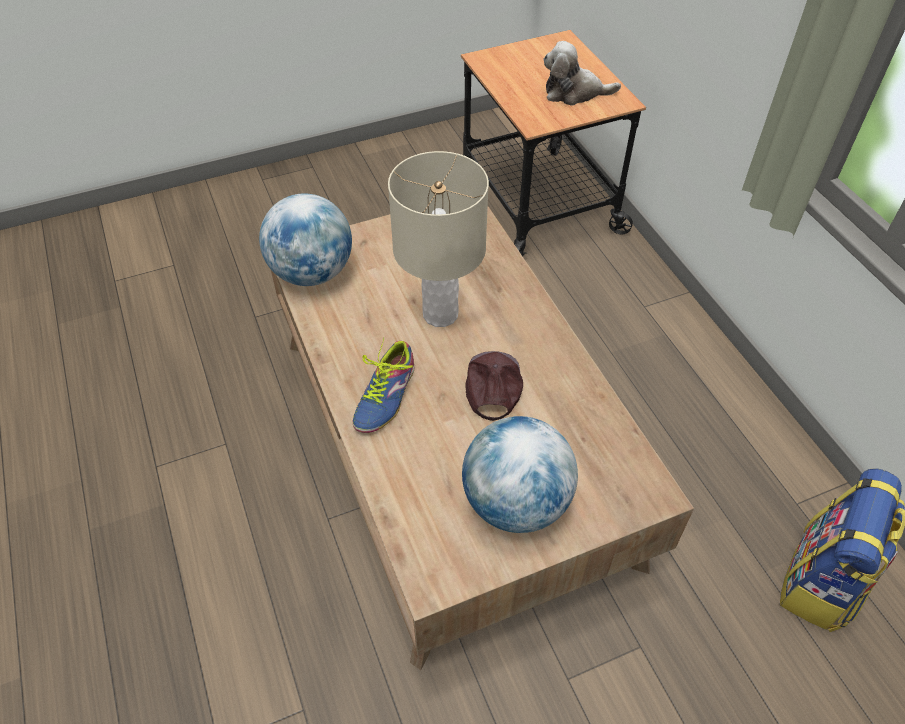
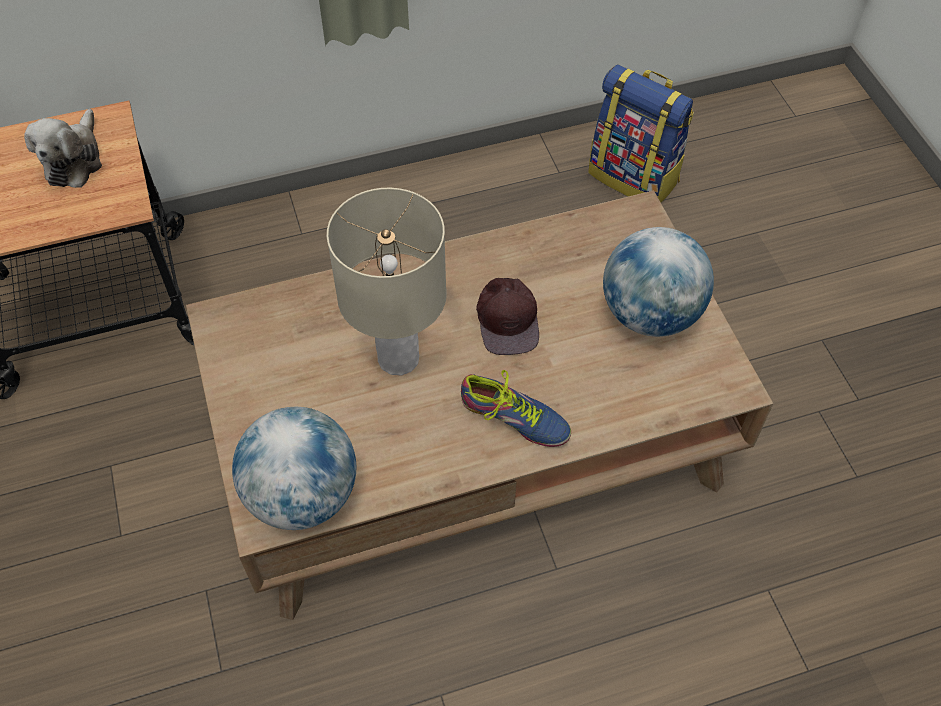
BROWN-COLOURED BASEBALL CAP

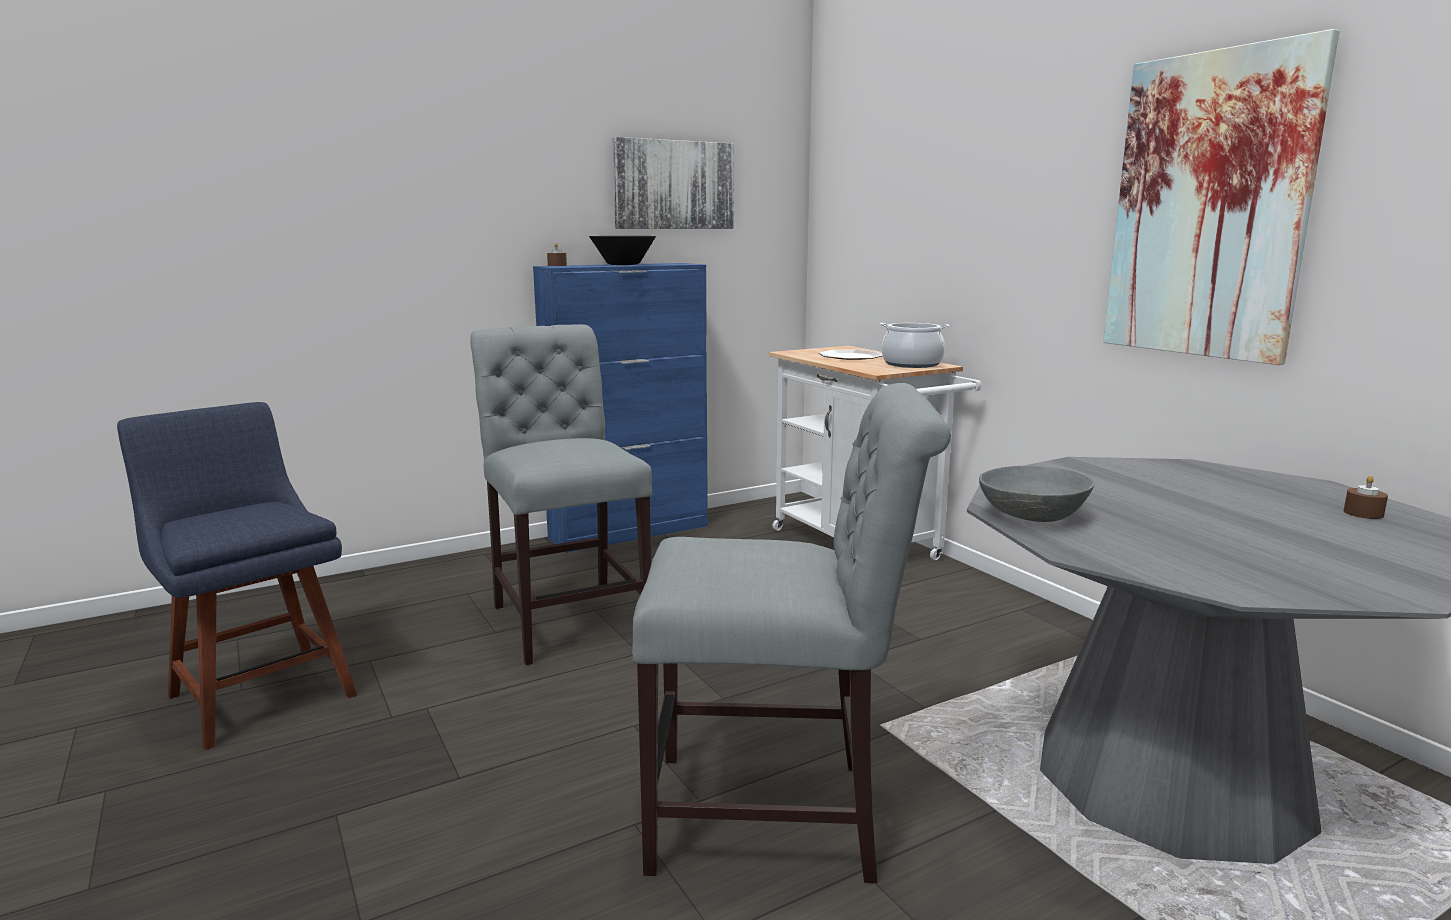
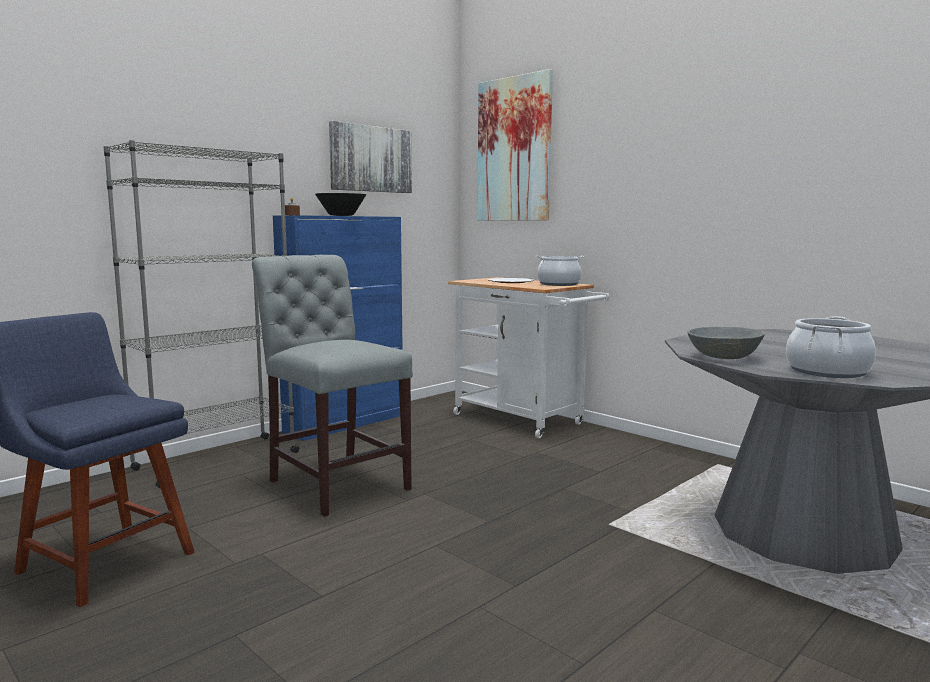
GREY UPRIGHT CHAIR (no. 2 from left in the first image); BROWN-COLOURED WAX CANDLE (no. 2 from left in the first image); GREY BOOKSHELF; STOCKPOT (no. 2 from left); WALL ART (no. 2 from left)

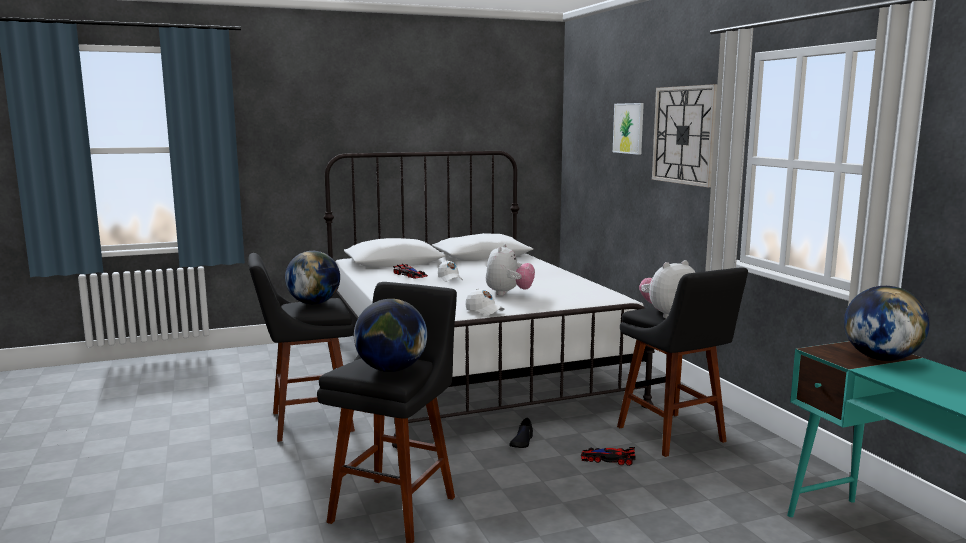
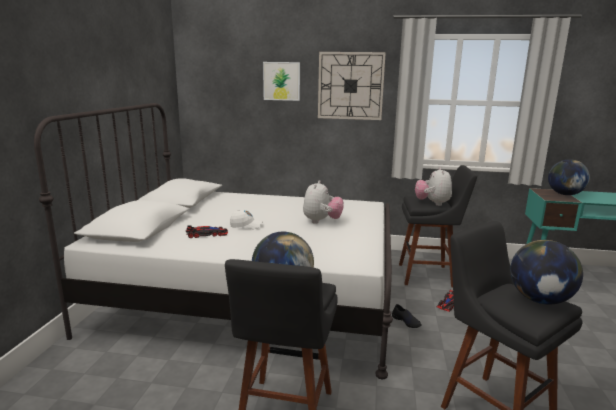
WHITE-COLOURED BASEBALL CAP (no. 2 from left in the first image); PLUSH TOY (no. 1 from left)

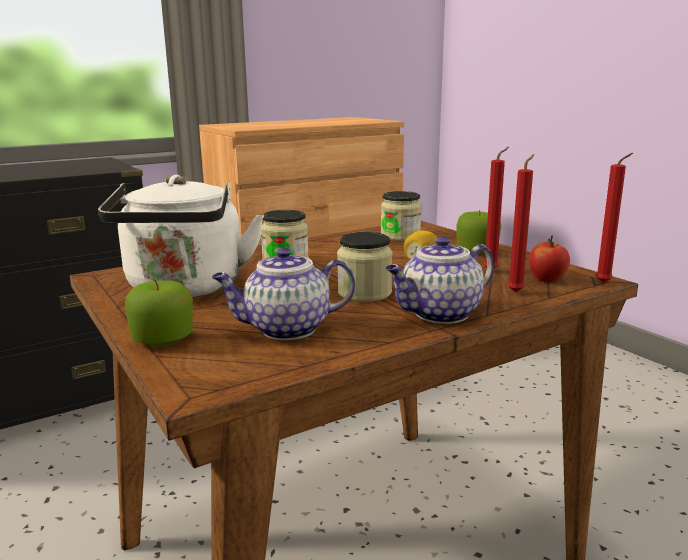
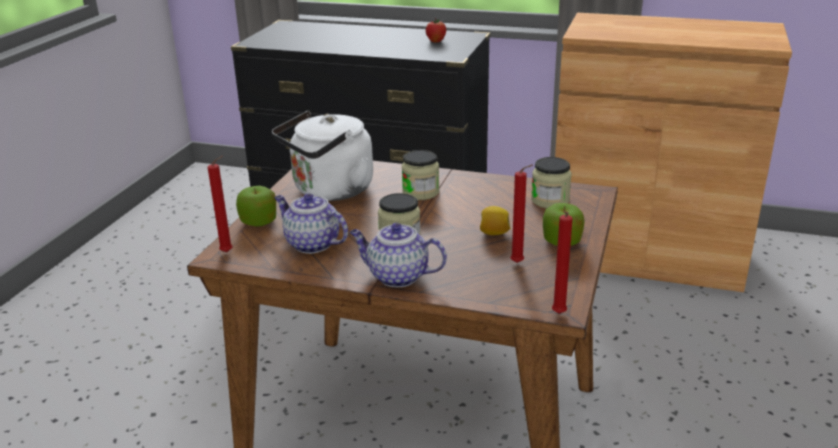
REDDISH WAX CANDLE (no. 1 from left); WHOLE APPLE (no. 2 from left)

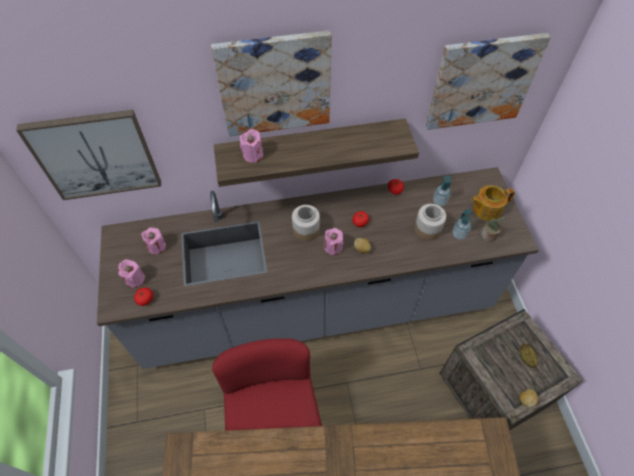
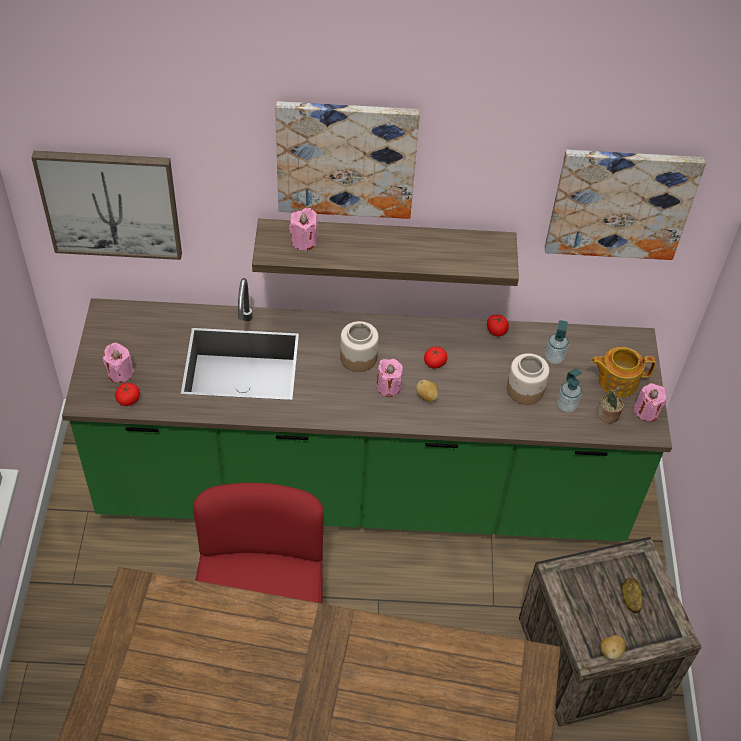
PINK-COLOURED WAX CANDLE (no. 4 from left); GREEN-COLOURED KITCHEN BASE UNIT

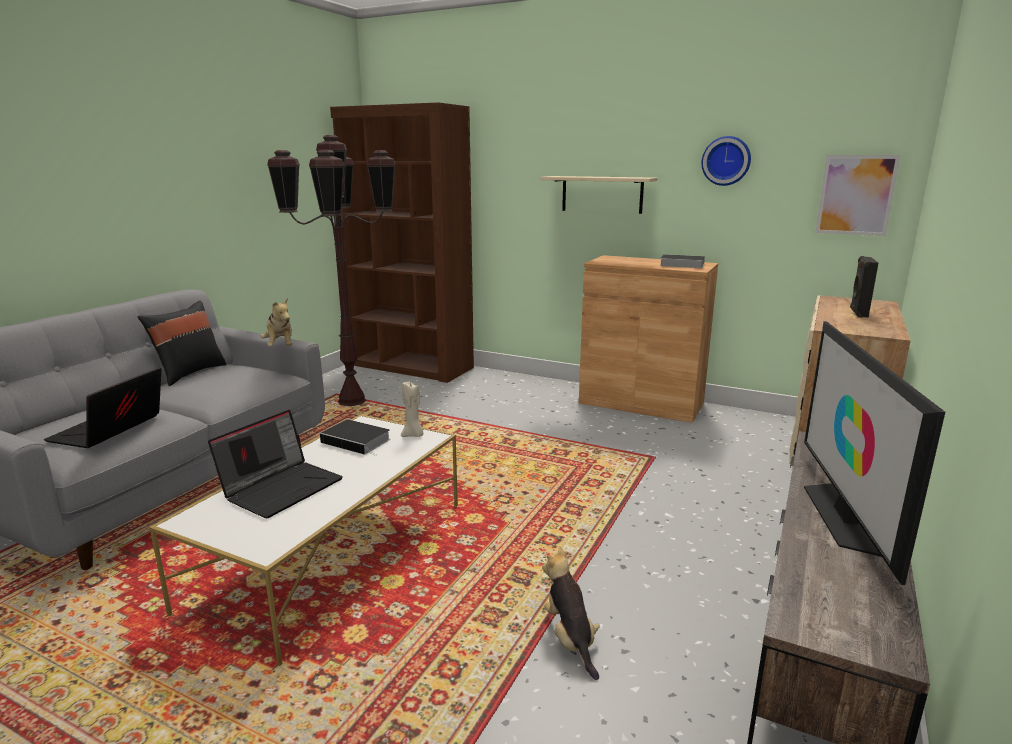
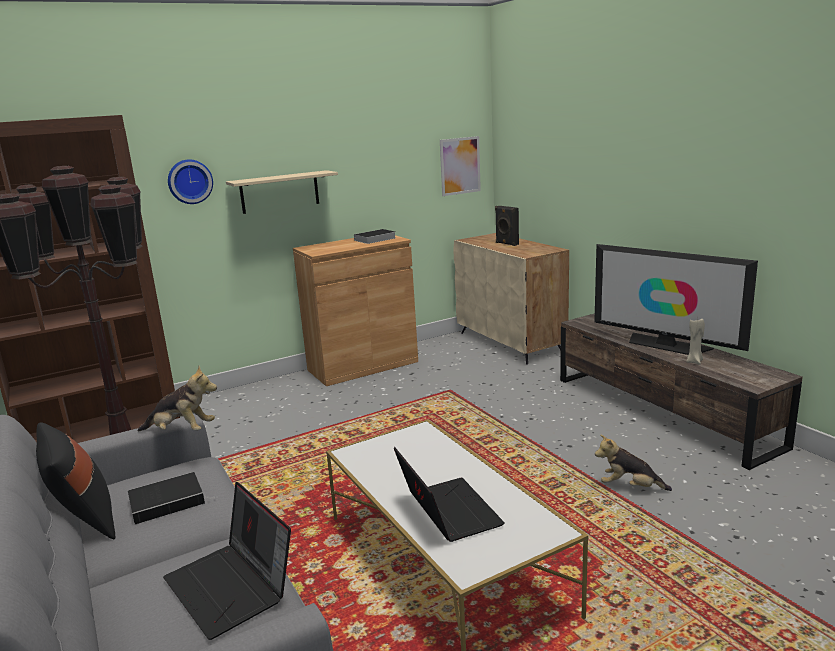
BOOK (no. 1 from left); SAND-COLOURED WAX CANDLE; CLOCK ON THE WALL

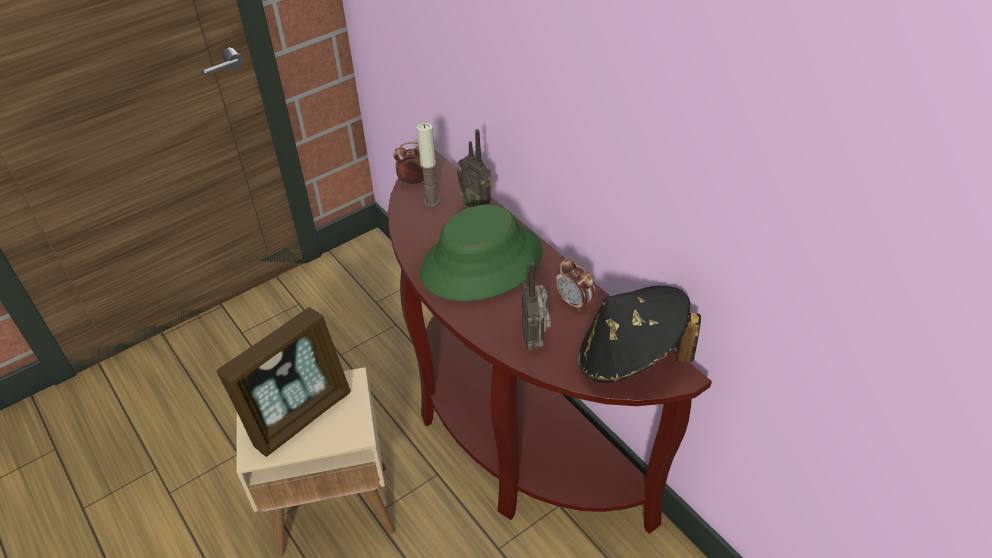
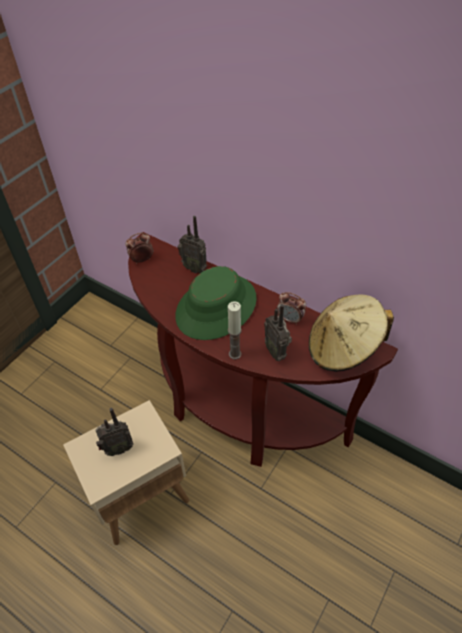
WAX CANDLE; RADIO (no. 1 from left); SAND-COLOURED WEARABLE HAT

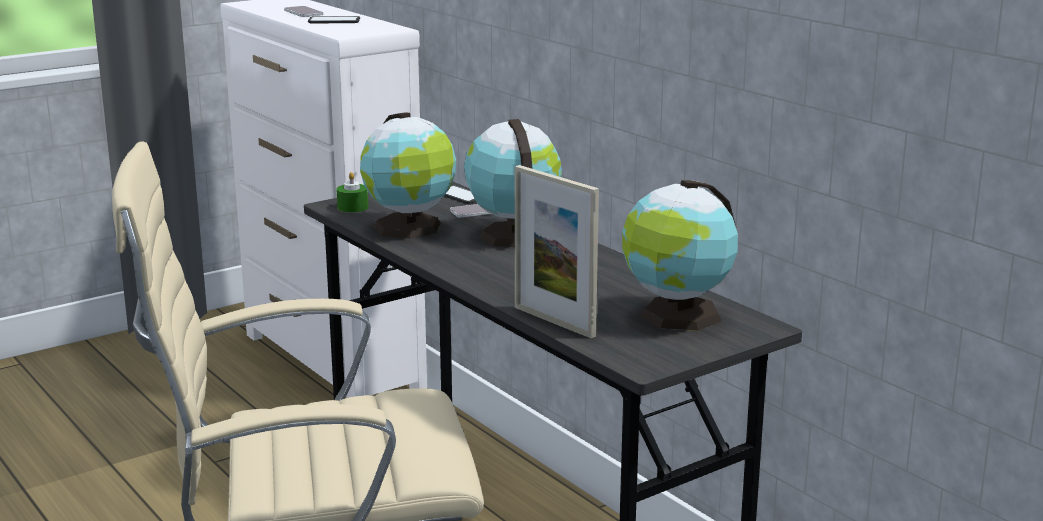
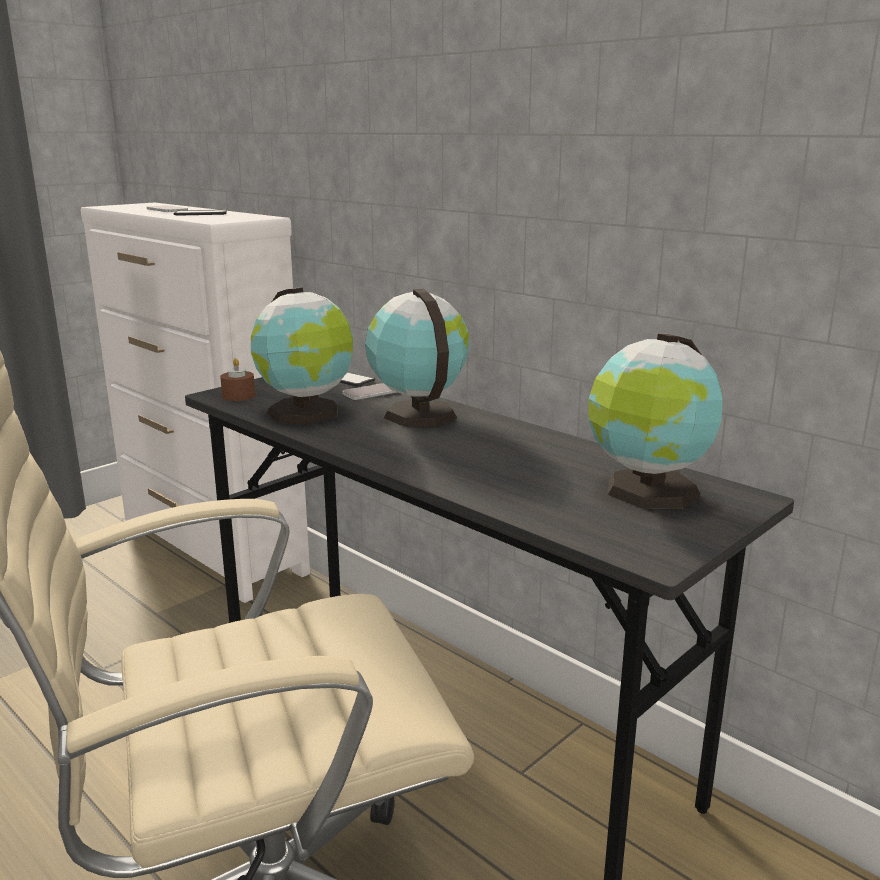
PICTURE FRAME; BROWN-COLOURED WAX CANDLE

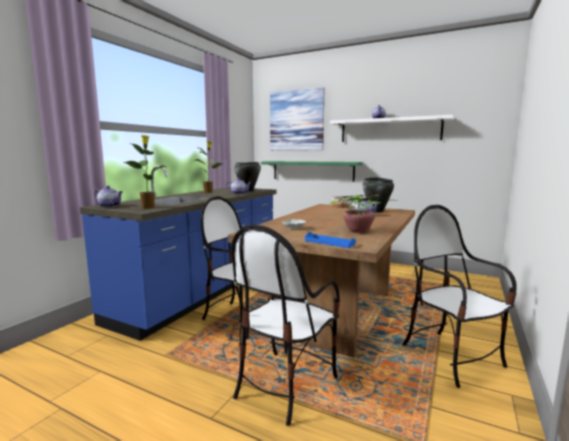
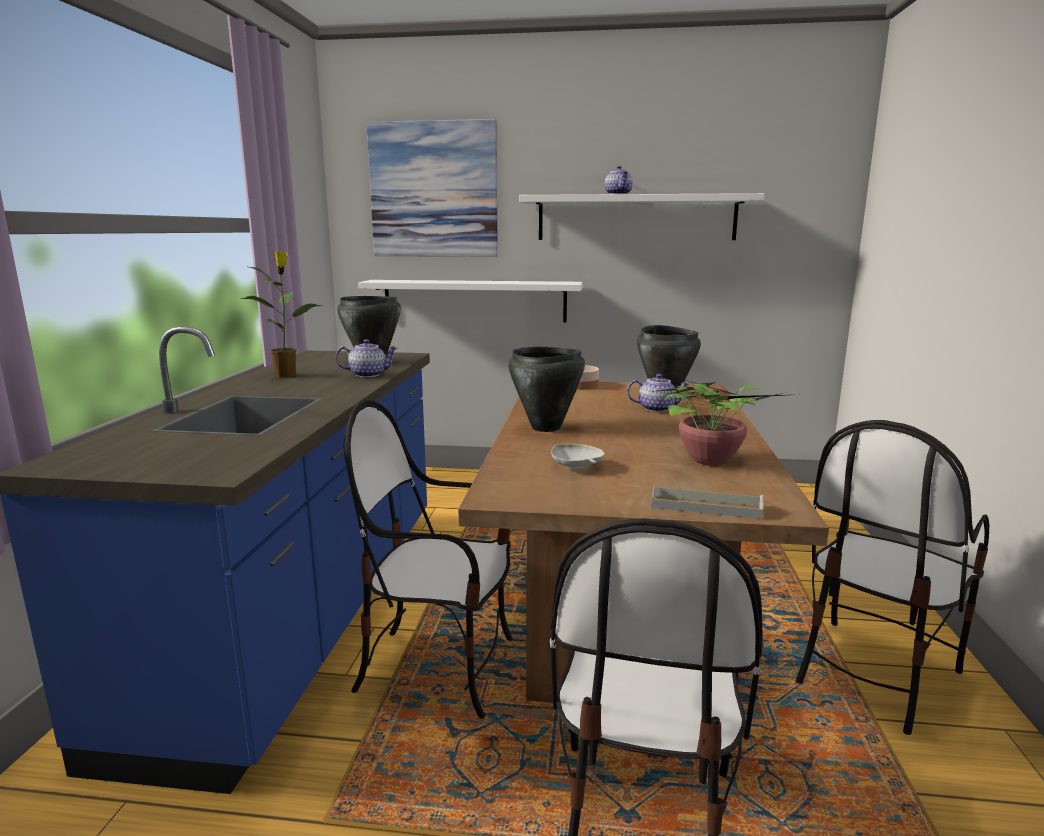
TEA POT (no. 1 from left in the first image); HOUSEPLANT (no. 1 from left in the first image); BLACKISH STOCKPOT (no. 2 from left); WHITE-COLOURED SHELF (no. 1 from left); GREY TRAY; UPRIGHT CHAIR (no. 3 from left)

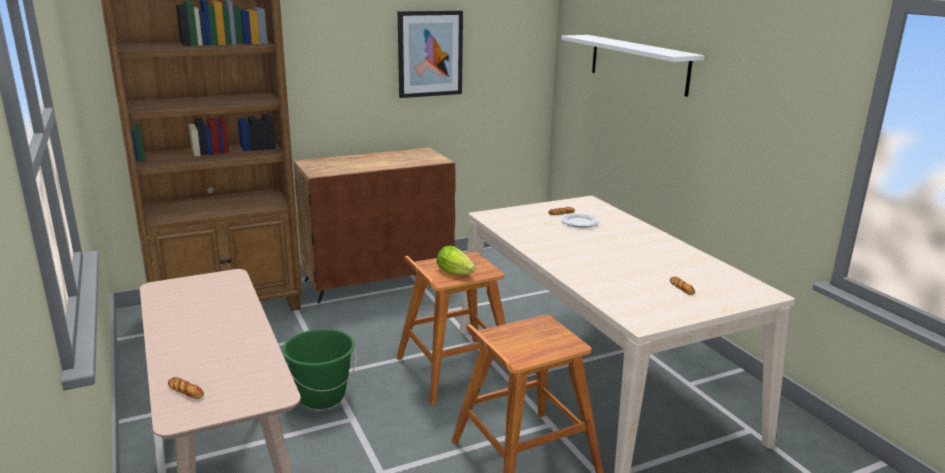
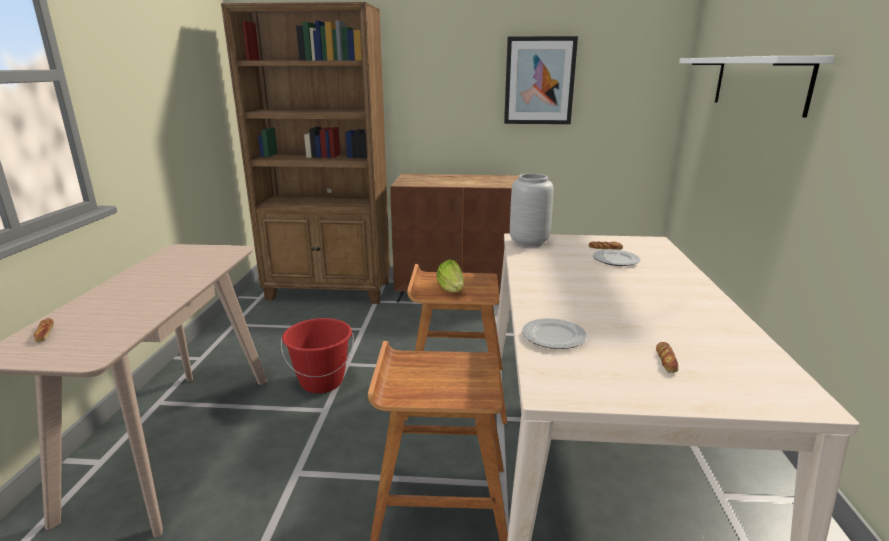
GREY VASE; FLAT DISH (no. 1 from left); REDDISH WATER BUCKET

